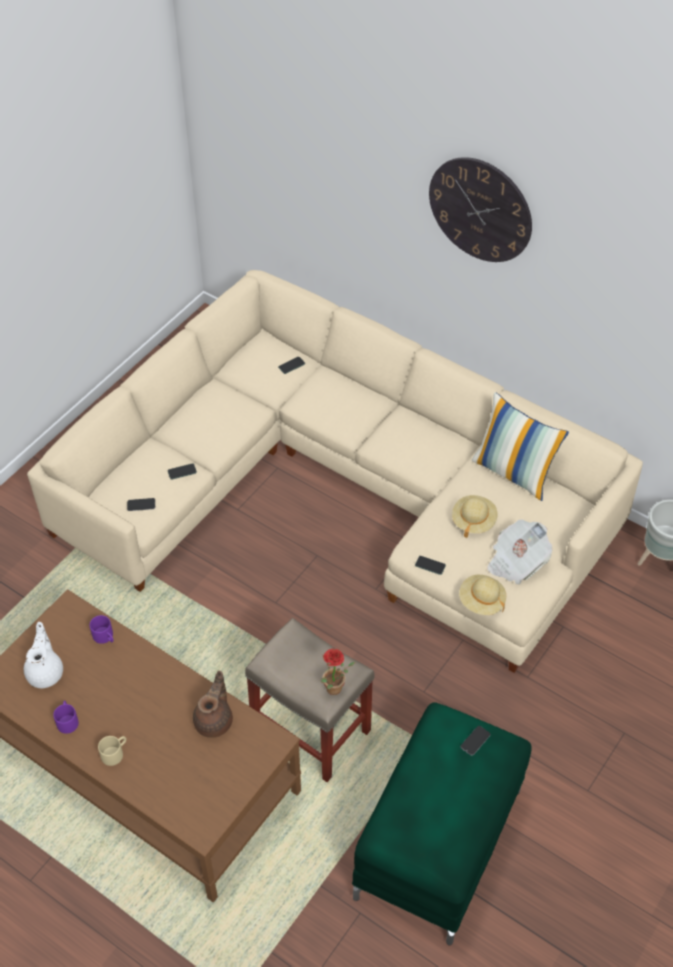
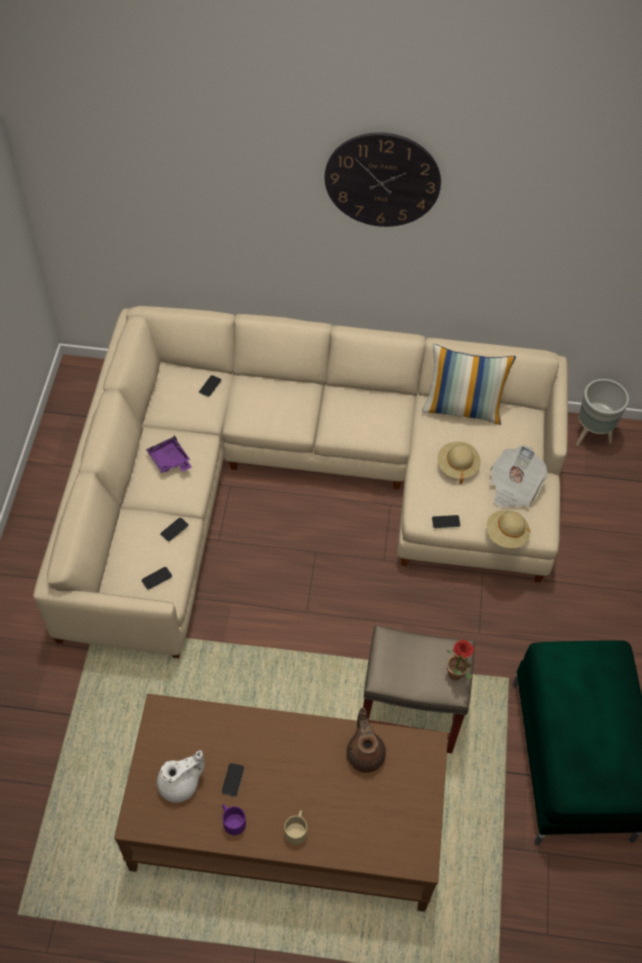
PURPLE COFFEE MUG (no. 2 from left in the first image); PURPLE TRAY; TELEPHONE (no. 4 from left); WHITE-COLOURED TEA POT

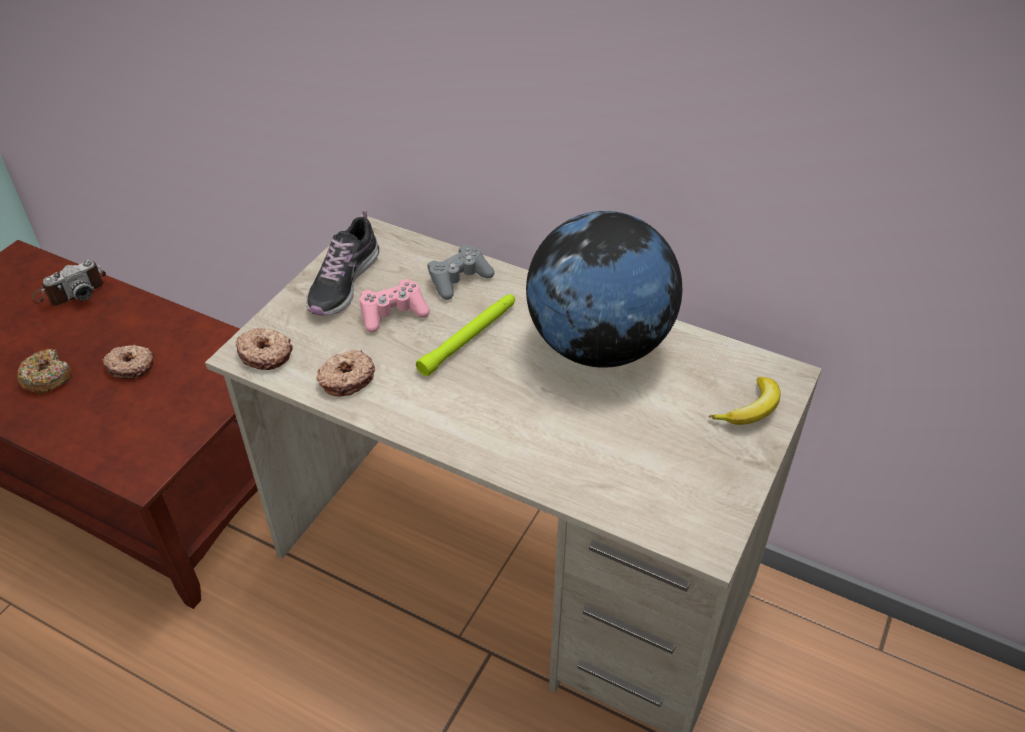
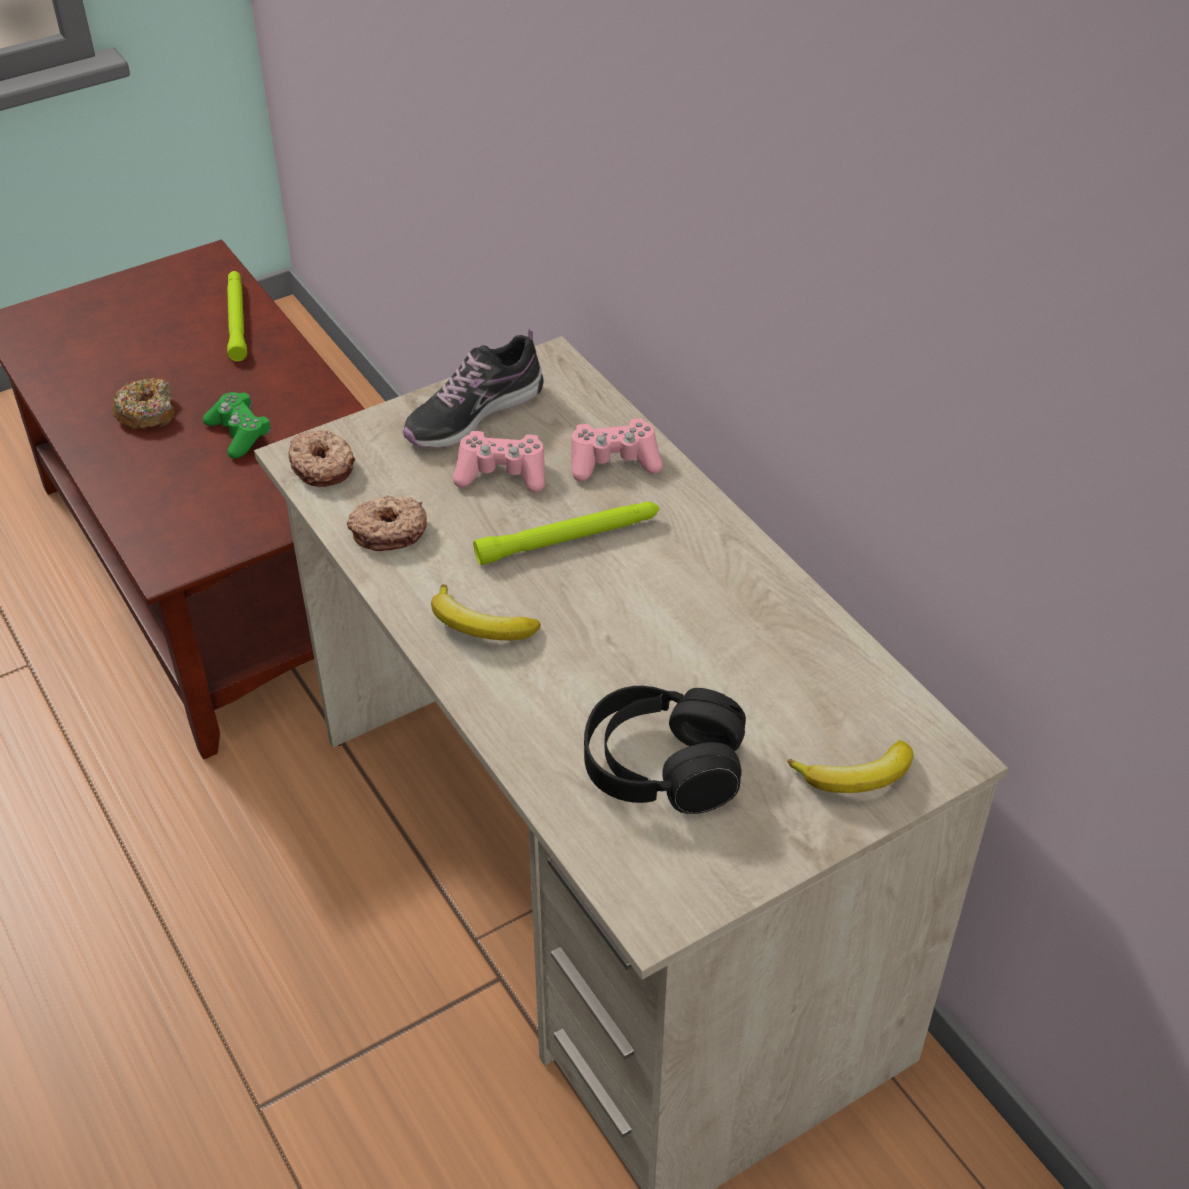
GLOBE; BANANA (no. 1 from left); BLACKISH HEADSET; GREEN-COLOURED FLASHLIGHT (no. 1 from left); GREEN-COLOURED JOYPAD; PINK-COLOURED JOYPAD (no. 2 from left)

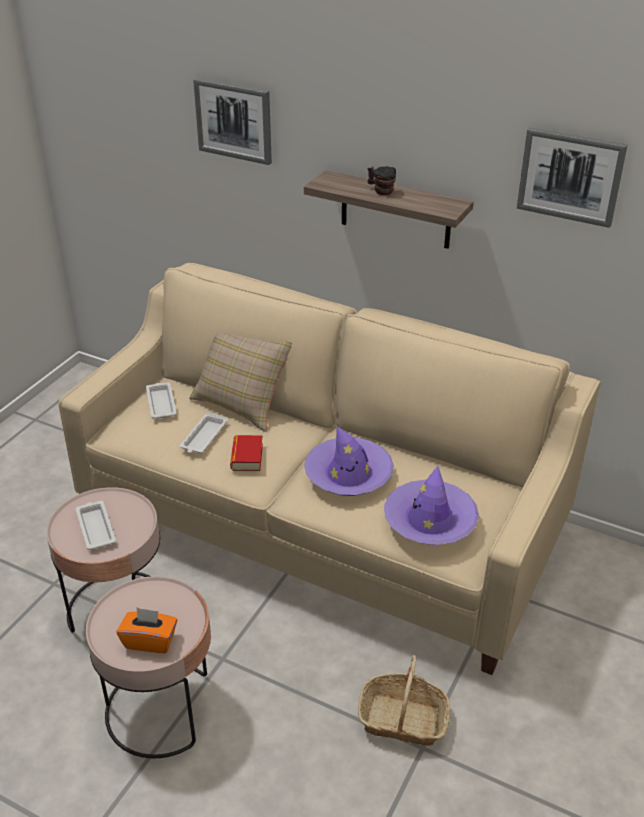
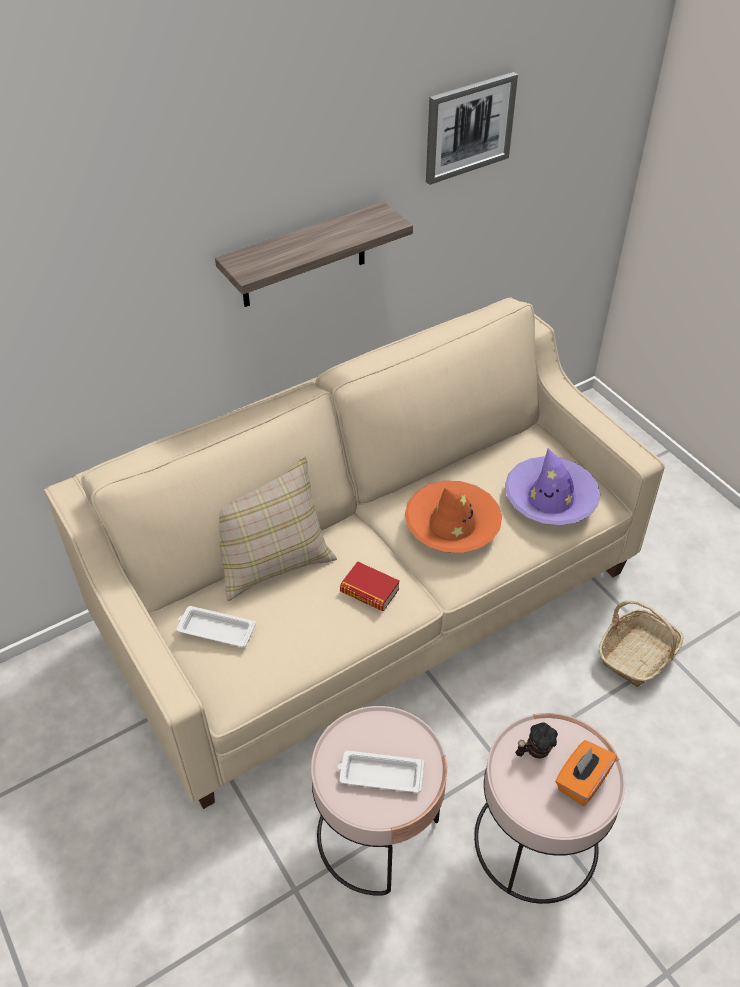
WHITE-COLOURED TRAY (no. 3 from left in the first image); WALL ART (no. 1 from left in the first image); COFFEE MUG; ORANGEY WEARABLE HAT

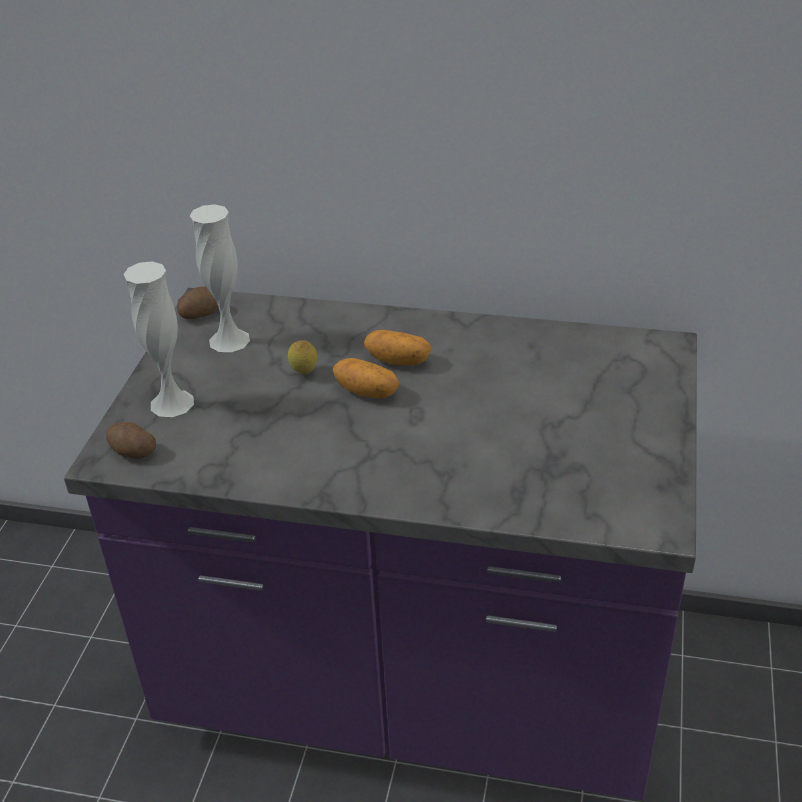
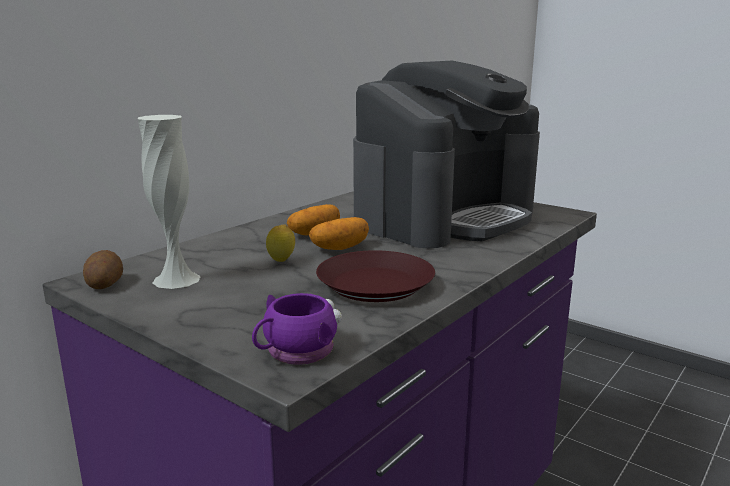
WHITE-COLOURED VASE (no. 1 from left in the first image); BROWN-COLOURED FLAT DISH; COFFEE BREWER; PURPLE COFFEE MUG

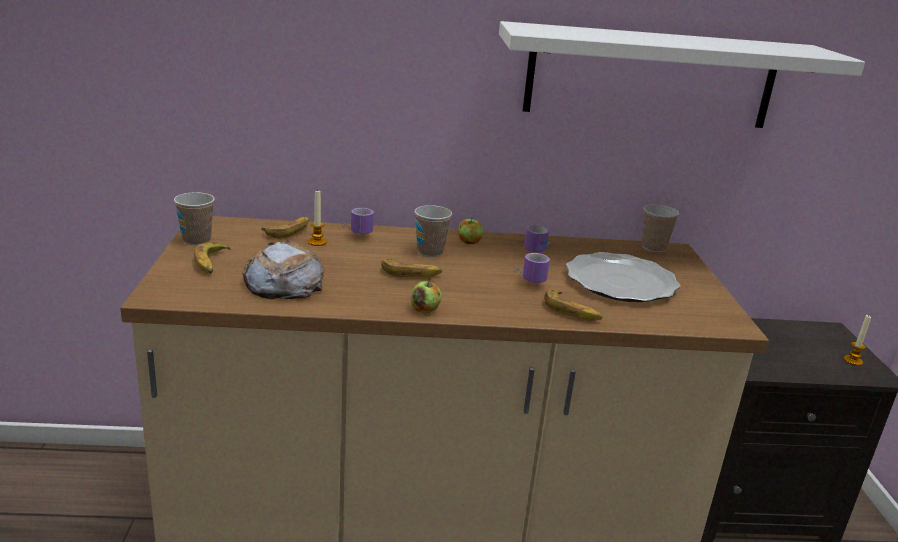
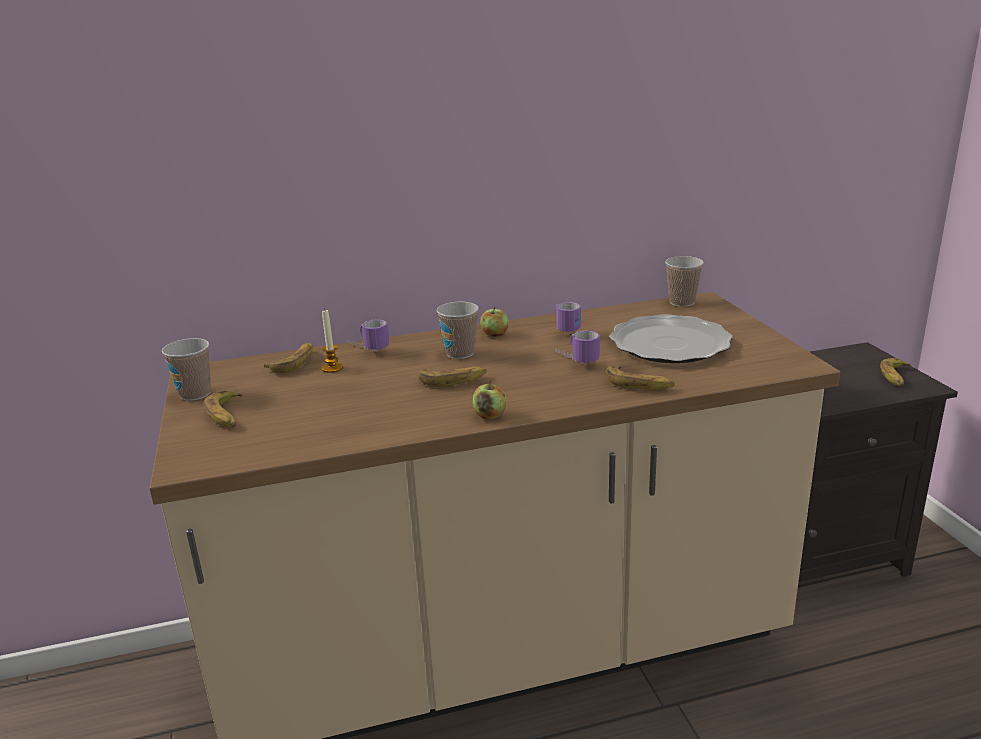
BAKERY BREAD; WHITE-COLOURED SHELF; BANANA (no. 5 from left)

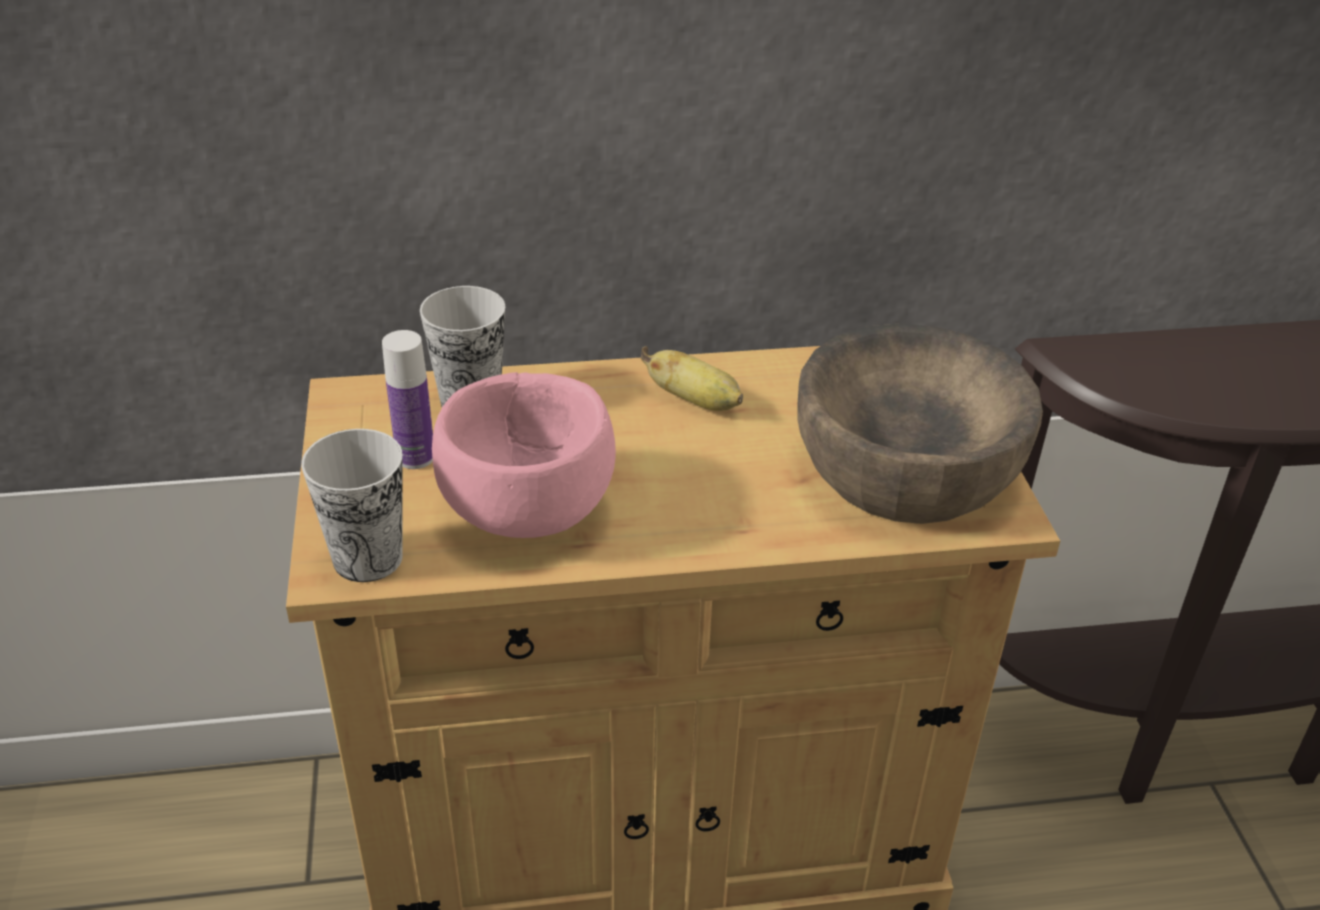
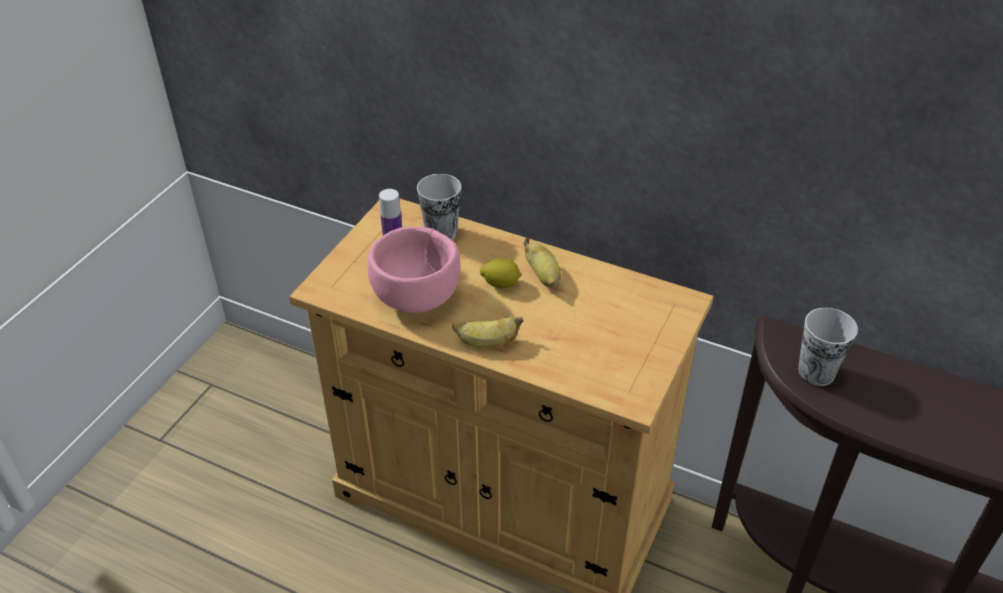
BROWN-COLOURED DEEP DISH; BANANA (no. 1 from left); LEMON; SMALL CUP (no. 2 from left)

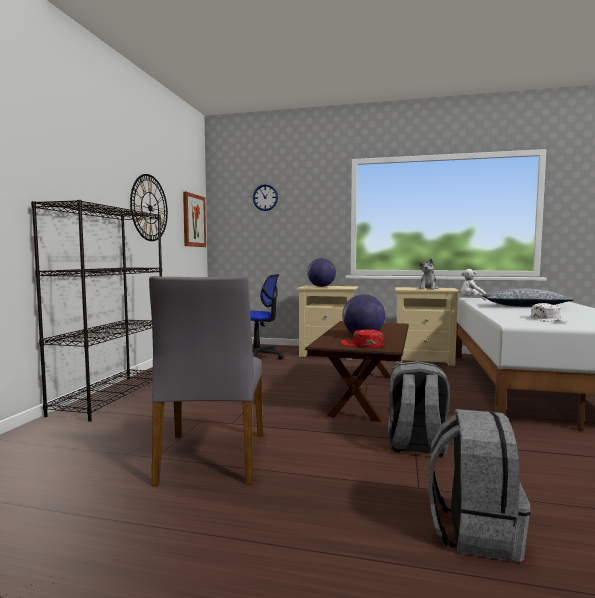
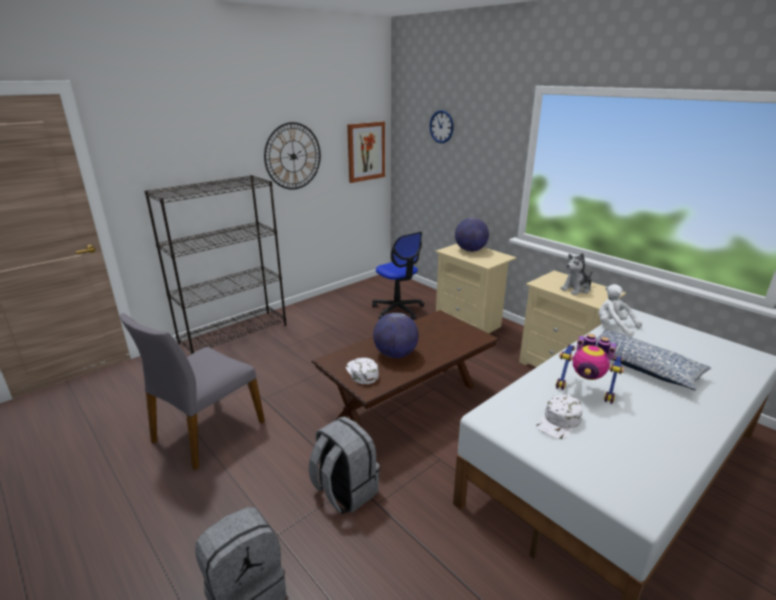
ROBOT FIGURE; WHITE-COLOURED BASEBALL CAP (no. 1 from left)

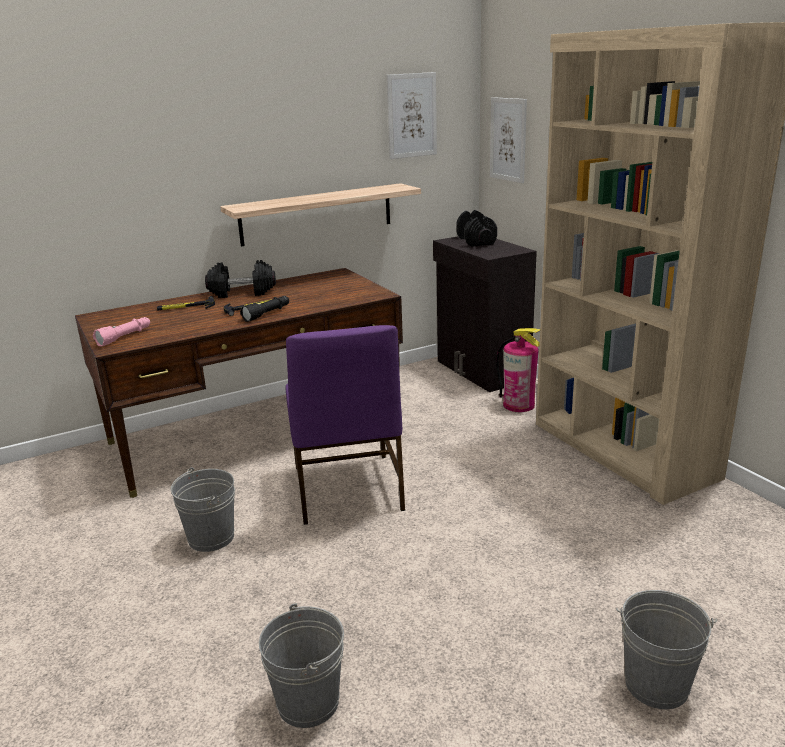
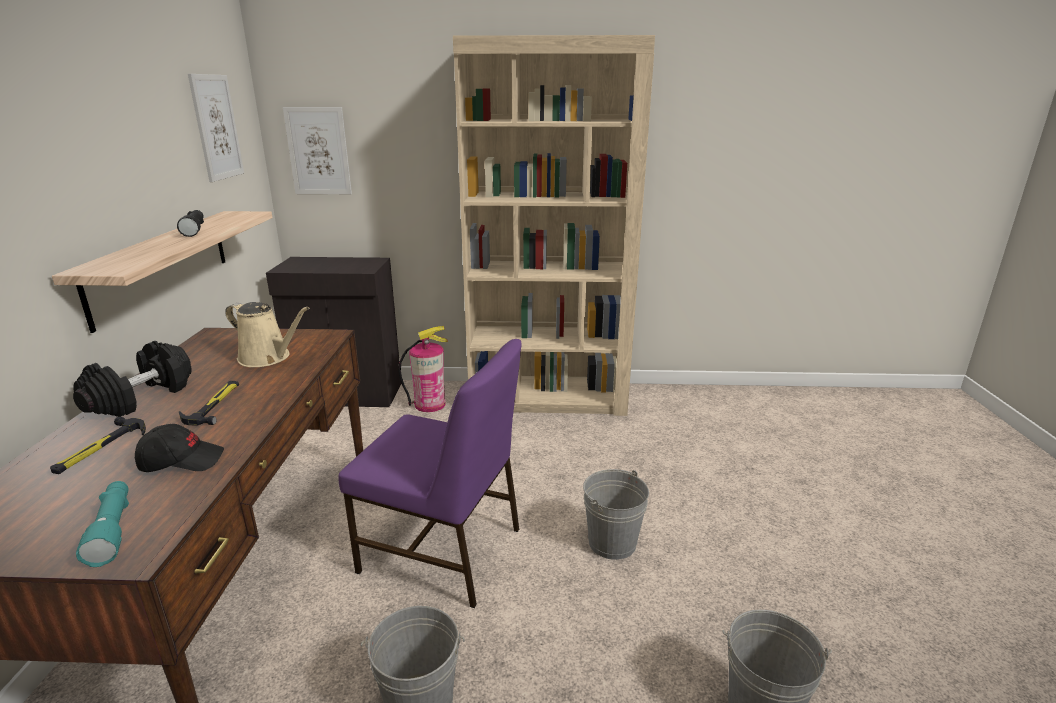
BLACKISH DUMBBELL (no. 2 from left in the first image); BLACKISH BASEBALL CAP; SAND-COLOURED WATERING CAN; BLACKISH FLASHLIGHT; GREY WATER BUCKET (no. 2 from left); TURQUOISE-COLOURED FLASHLIGHT

